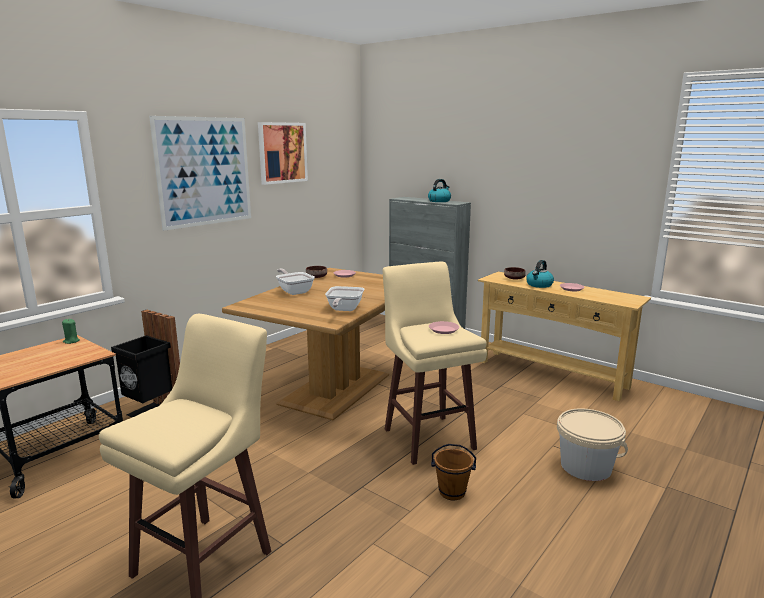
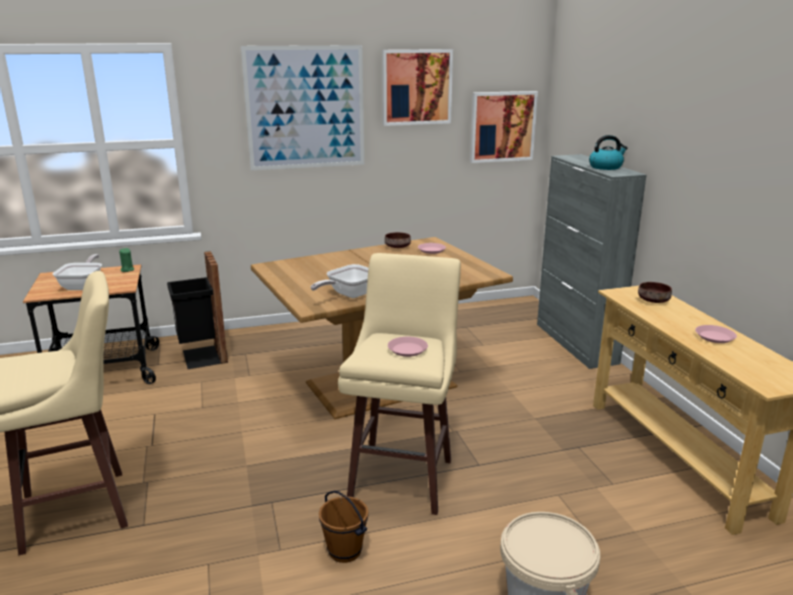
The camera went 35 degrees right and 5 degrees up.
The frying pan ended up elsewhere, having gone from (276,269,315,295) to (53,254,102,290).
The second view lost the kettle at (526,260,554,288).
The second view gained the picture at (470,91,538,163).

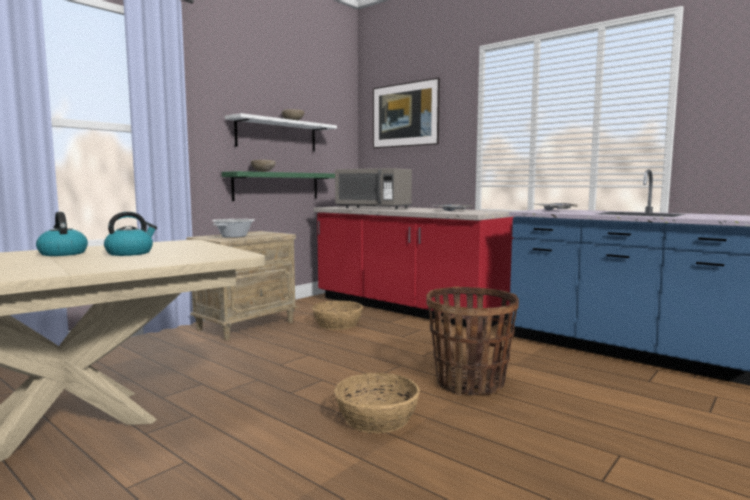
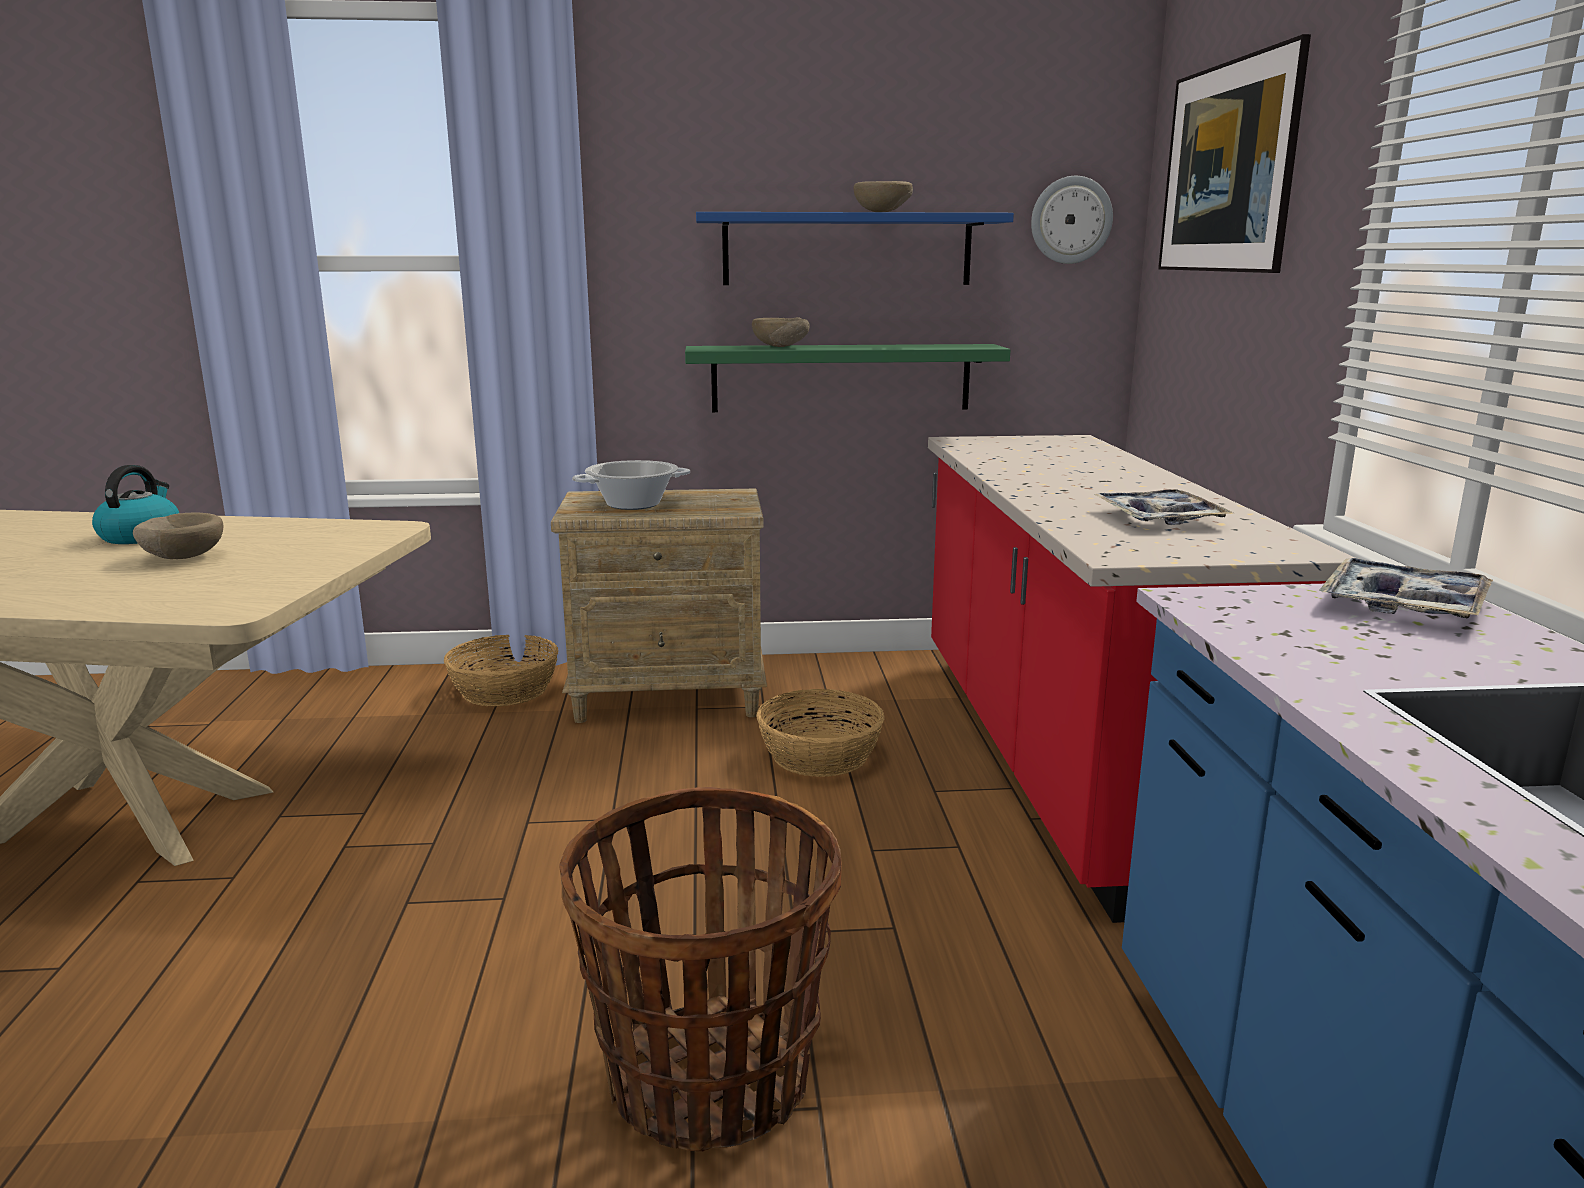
The camera went 45 degrees right and 10 degrees up.
Where the kettle stood at (104,212,157,256), the beige bowl came to stand at (133,512,223,559).
What was the white shelf at (225,113,337,152) turned into the blue shelf at (696,212,1014,285).
The basket ended up elsewhere, having gone from (334,373,420,433) to (444,635,559,706).
The second view lost the grey microwave at (335,168,412,210).
The second view gained the wall clock at (1031,176,1113,264).

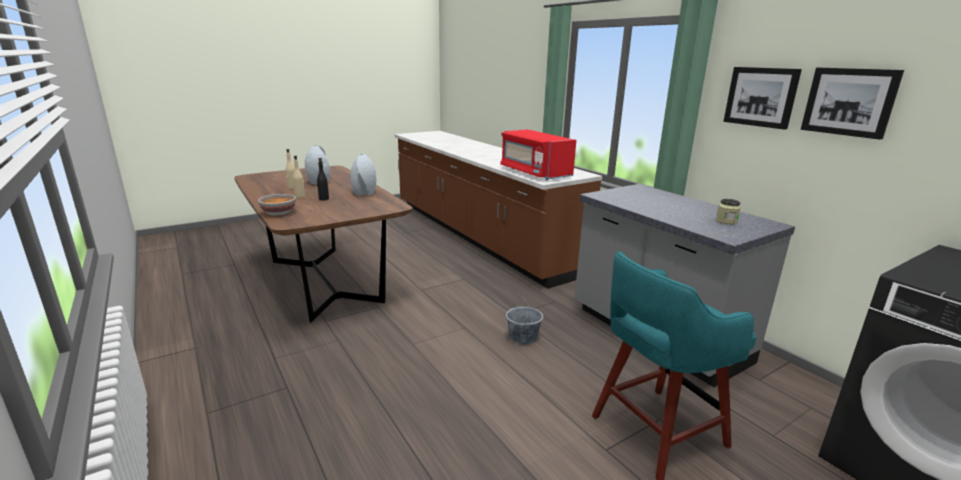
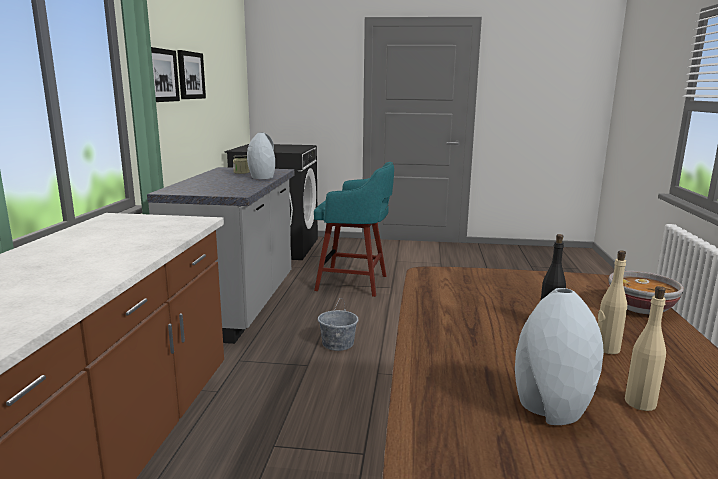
The camera went 140 degrees left and 5 degrees down.
The grey vase ended up elsewhere, having gone from (350,154,377,195) to (247,132,275,179).
The second view lost the red microwave at (500,129,576,180).

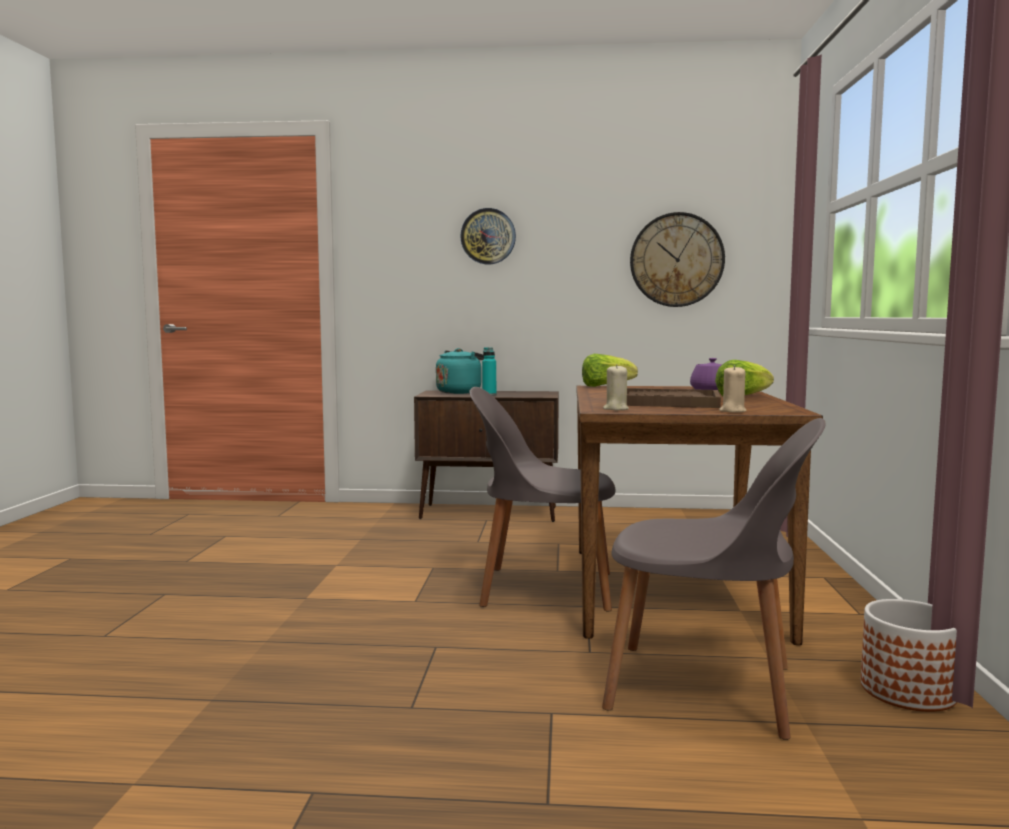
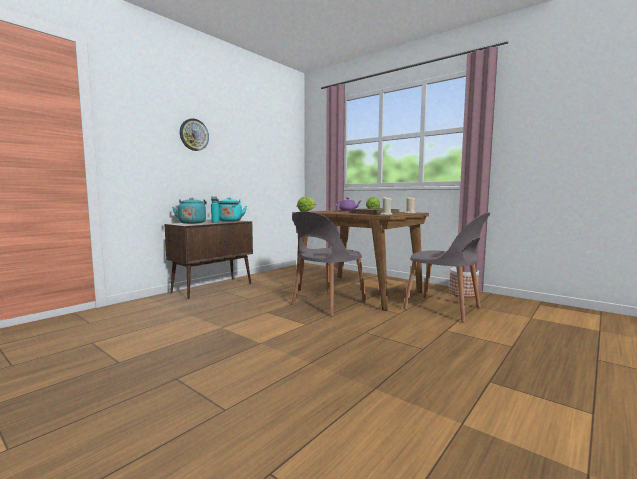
The camera went 55 degrees left and 0 degrees up.
The grey chair at (602,418,826,740) ended up facing another way, 75 degrees clockwise from before.
The second view lost the wall clock at (630,212,725,307).
The second view gained the turquoise kettle at (218,198,247,222).

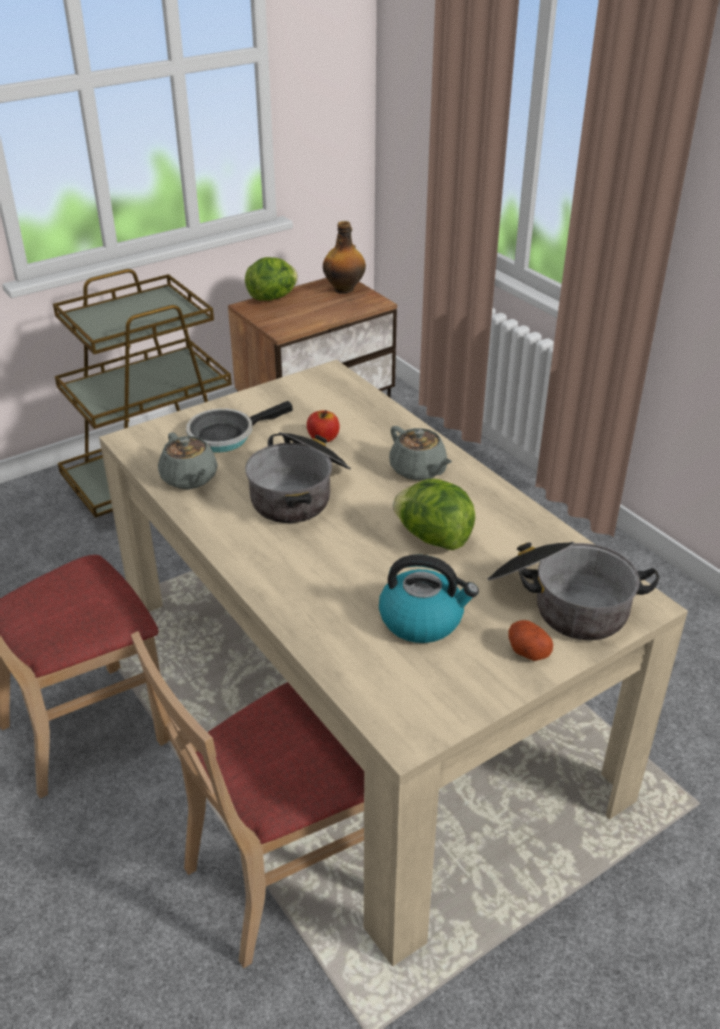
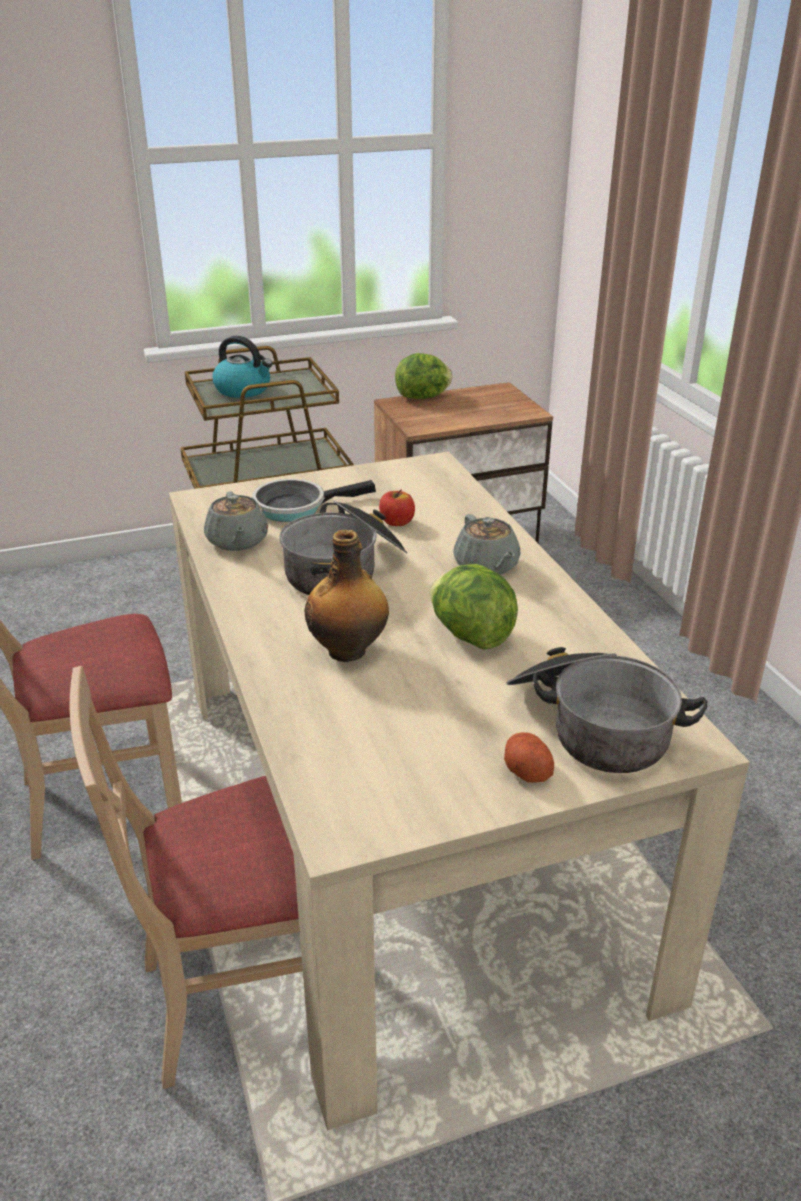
The camera went 15 degrees right and 5 degrees down.
The bottle ended up elsewhere, having gone from (323,221,366,294) to (304,529,389,662).
The kettle ended up elsewhere, having gone from (379,554,479,643) to (212,336,273,398).

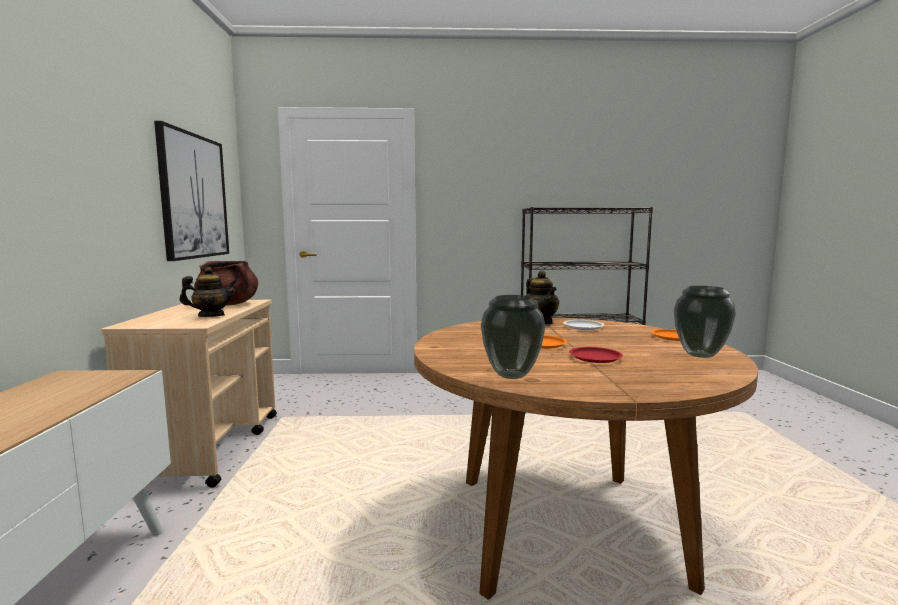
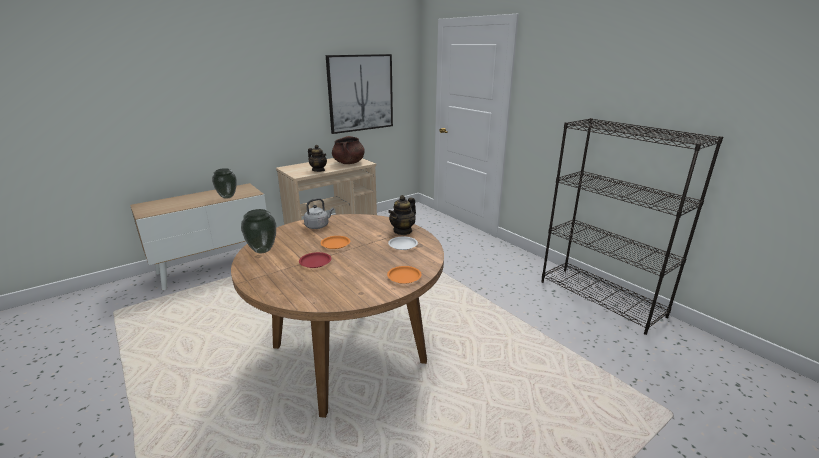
The camera went 55 degrees right and 15 degrees up.
The vase ended up elsewhere, having gone from (674,286,736,358) to (212,168,237,199).
The second view gained the grey kettle at (304,198,334,229).

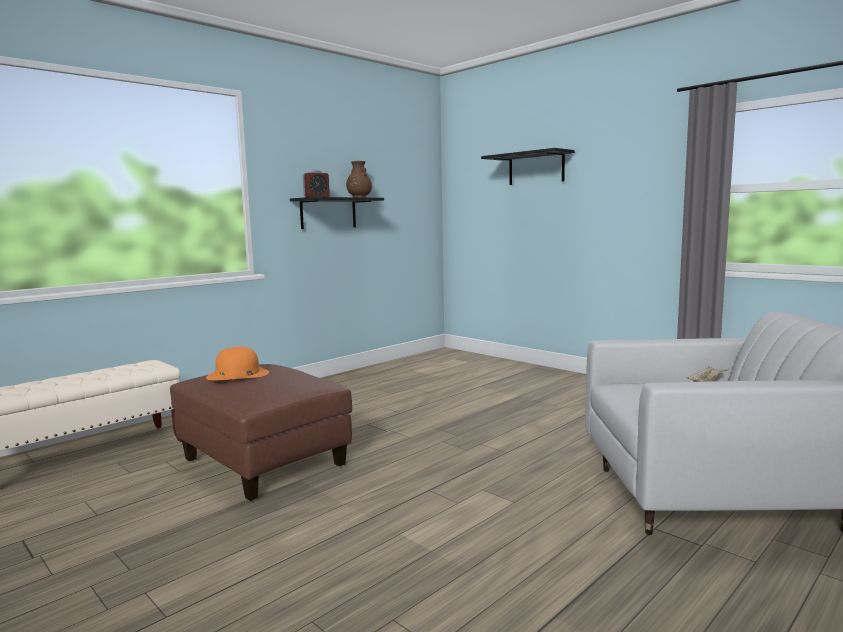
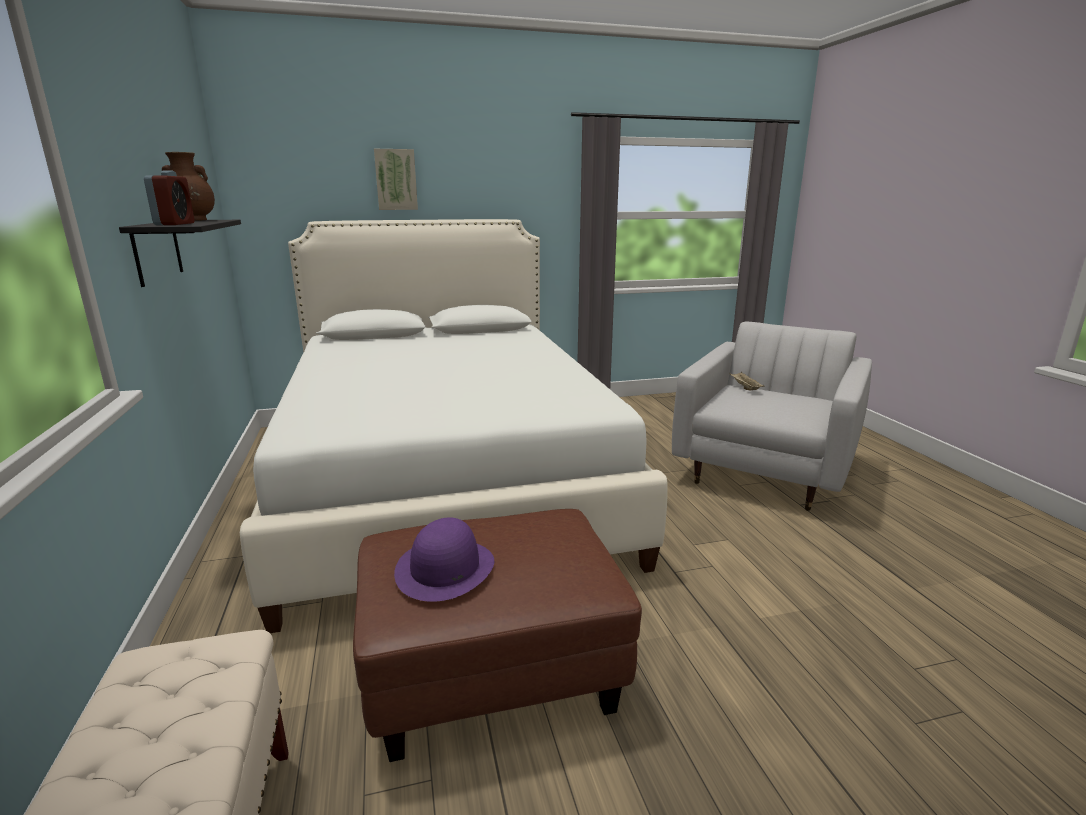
The camera went 60 degrees left and 10 degrees up.
What was the orange hat at (206,347,269,380) turned into the purple hat at (394,517,494,602).
Where the black shelf hung at (481,148,575,185), the picture came to hang at (374,149,418,210).
The second view gained the white bed at (240,219,668,633).

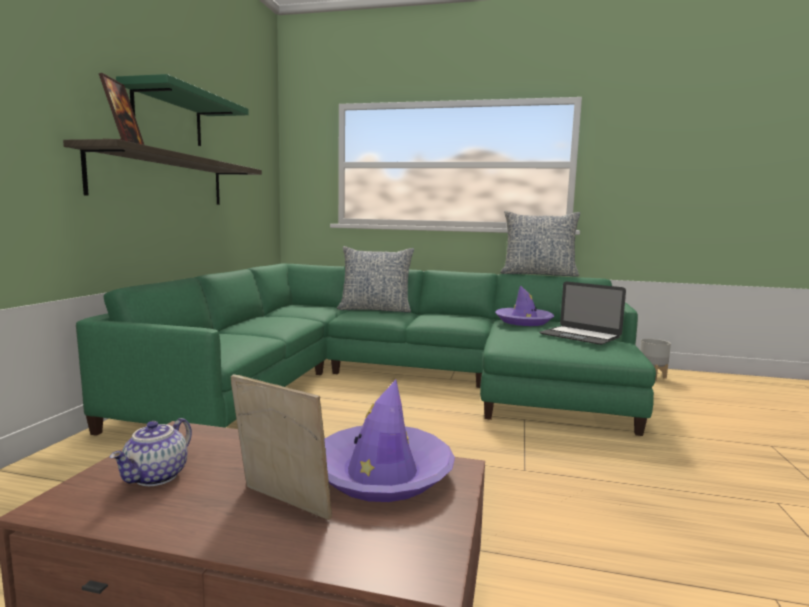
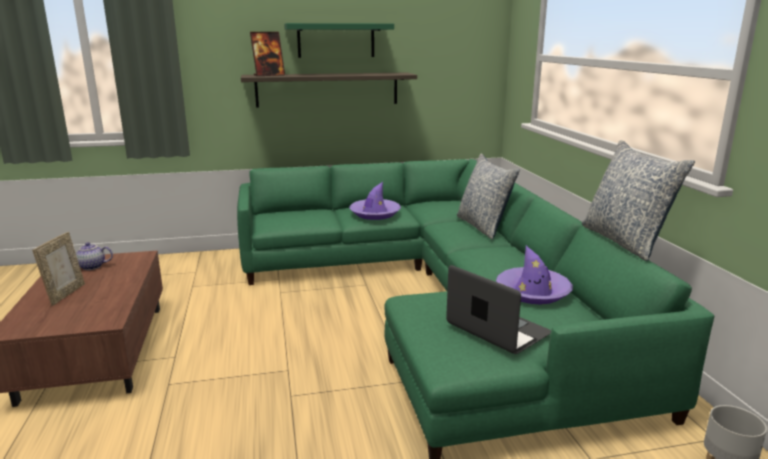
The camera went 65 degrees right and 10 degrees up.
The purple hat ended up elsewhere, having gone from (324,380,455,502) to (349,182,401,220).
The laptop at (539,282,626,345) ended up facing another way, 120 degrees clockwise from before.

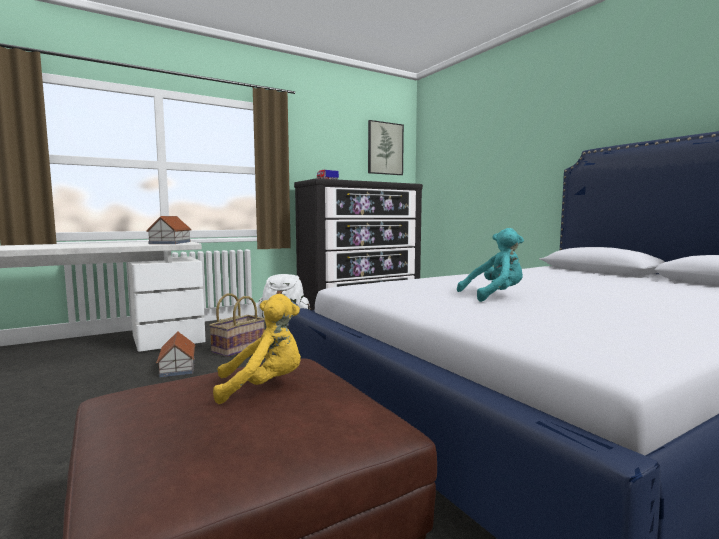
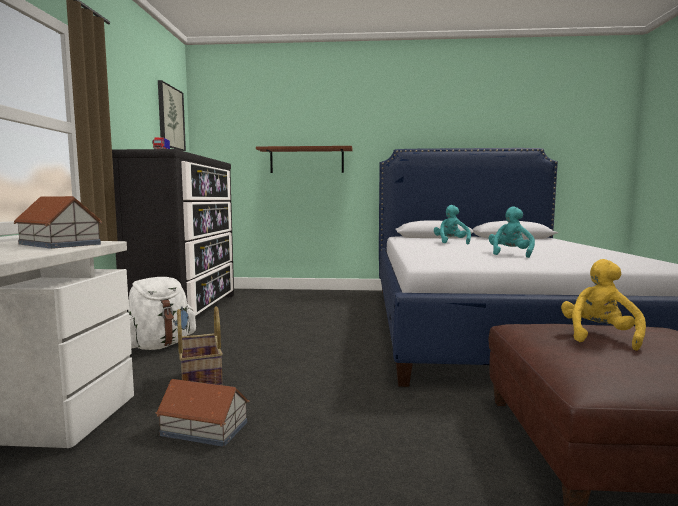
The camera went 55 degrees left and 0 degrees up.
The second view gained the brown shelf at (256,146,353,173).
The second view gained the turquoise plush toy at (434,205,471,244).

